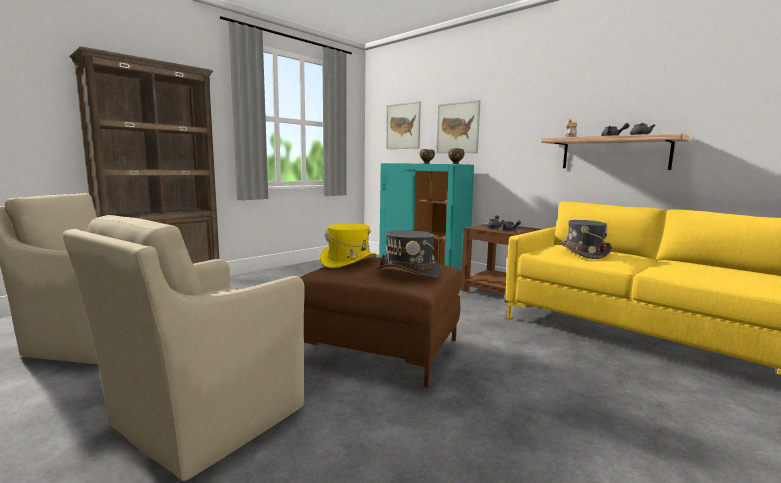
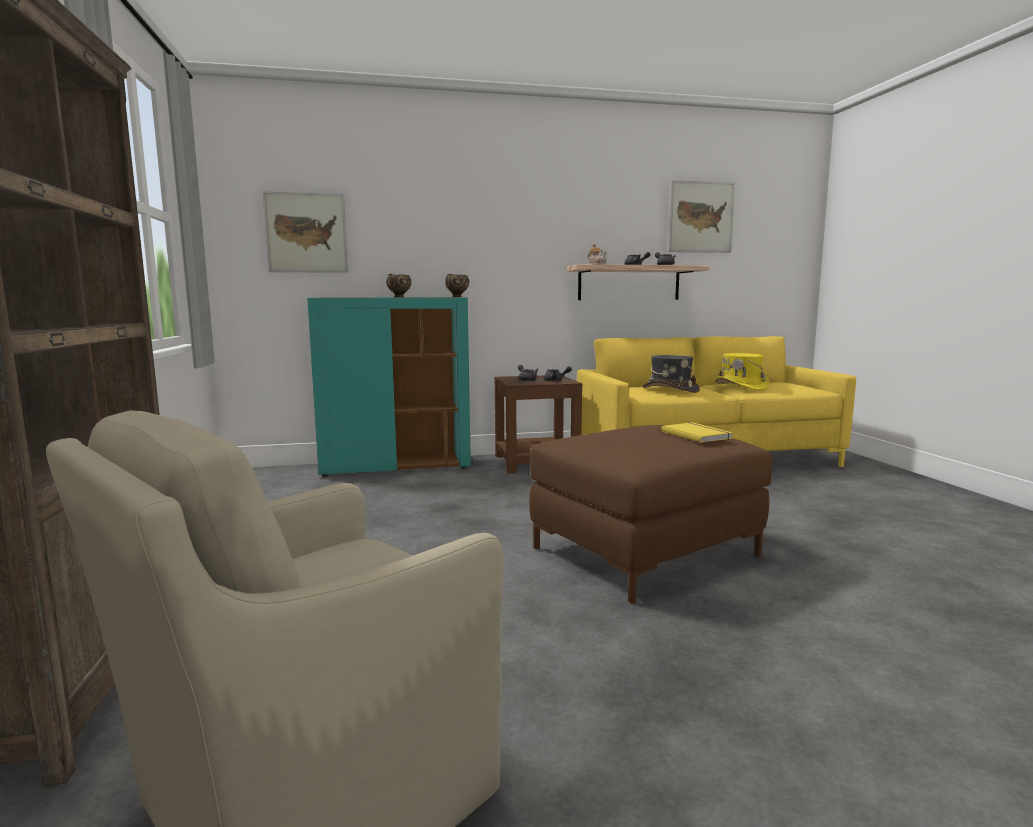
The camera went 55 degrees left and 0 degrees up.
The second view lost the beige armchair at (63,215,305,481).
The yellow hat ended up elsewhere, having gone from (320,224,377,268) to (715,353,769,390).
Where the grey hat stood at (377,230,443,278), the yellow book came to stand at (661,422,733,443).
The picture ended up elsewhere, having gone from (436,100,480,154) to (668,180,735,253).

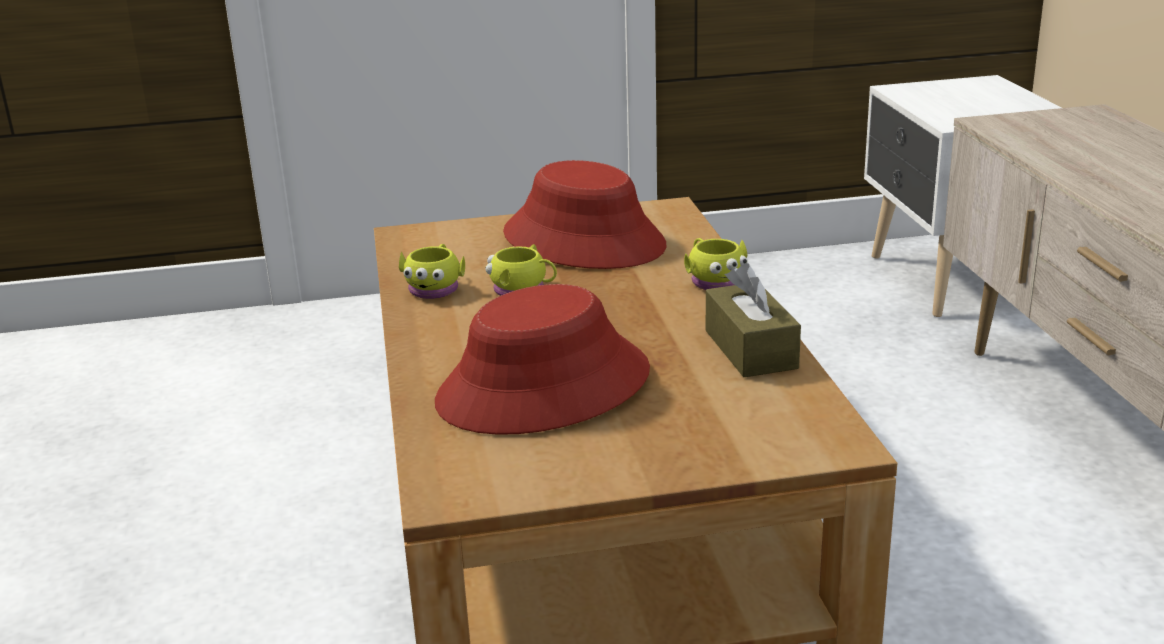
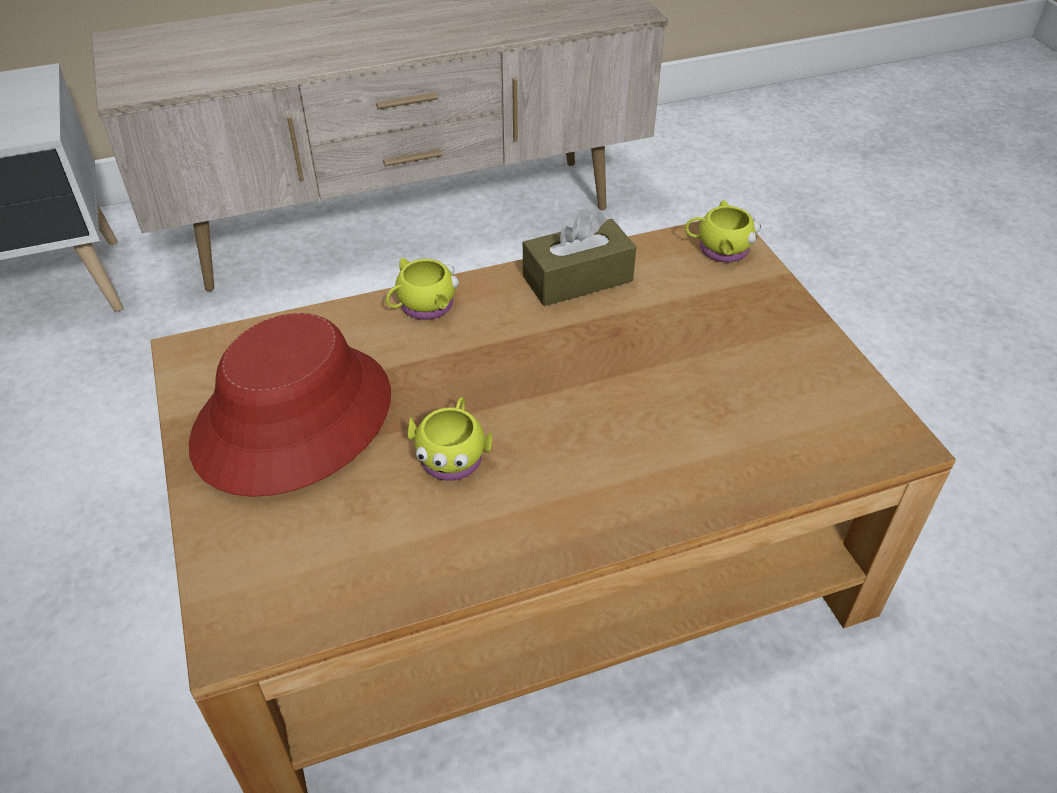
The camera went 100 degrees left and 20 degrees up.
The yellow mug ended up elsewhere, having gone from (399,244,465,299) to (685,200,761,262).
The second view lost the red hat at (435,284,650,435).

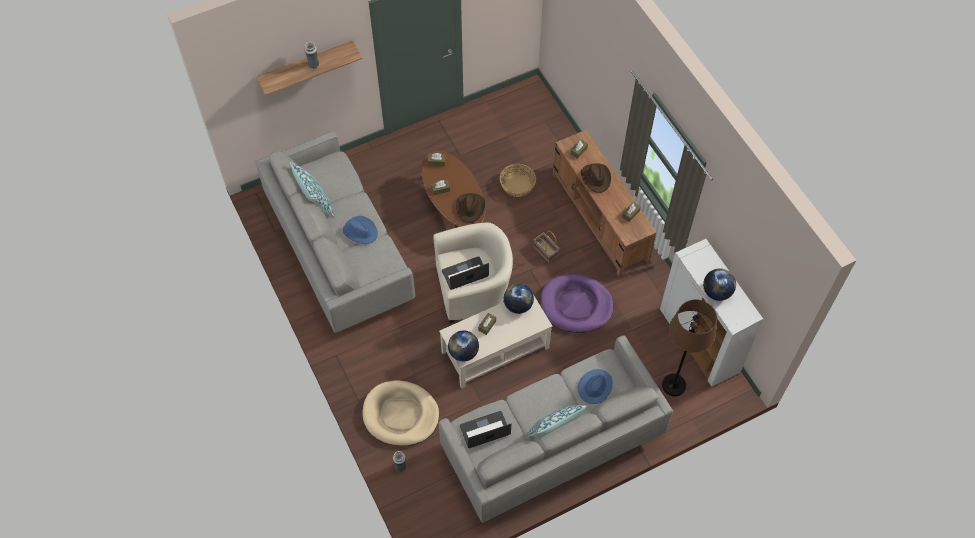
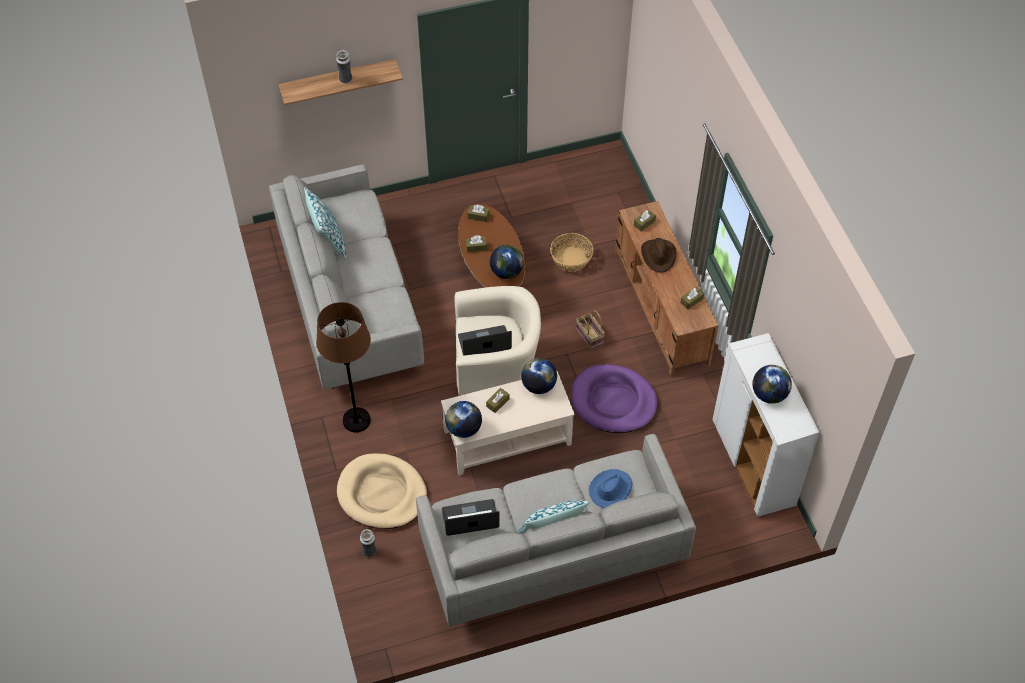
The camera went 10 degrees right and 5 degrees down.
The second view lost the blue hat at (343,216,378,244).
Where the brown hat stood at (456,193,485,223), the globe came to stand at (490,245,524,279).
The brown floor lamp ended up elsewhere, having gone from (662,299,717,396) to (316,302,371,432).

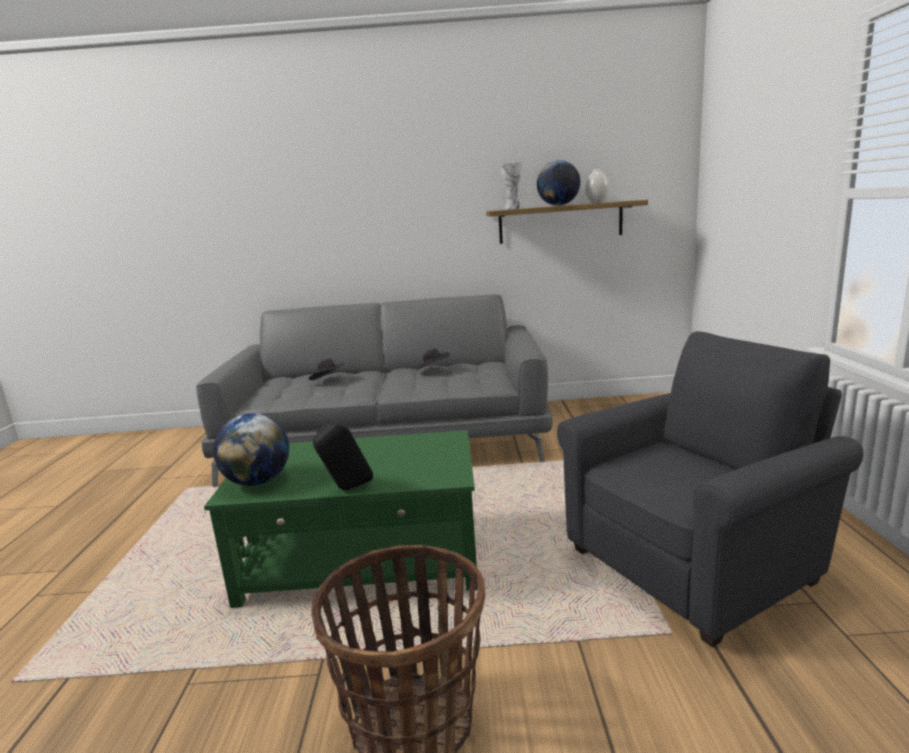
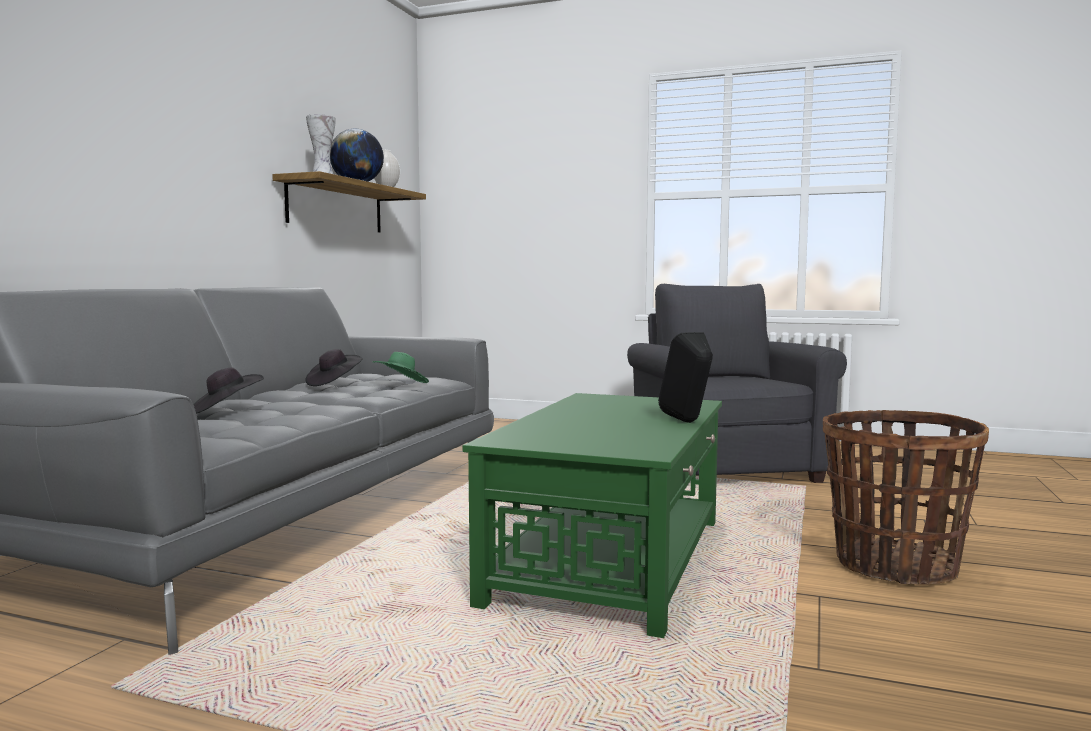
The camera went 70 degrees left and 10 degrees down.
The second view lost the globe at (213,413,289,486).
The second view gained the green hat at (372,352,429,383).

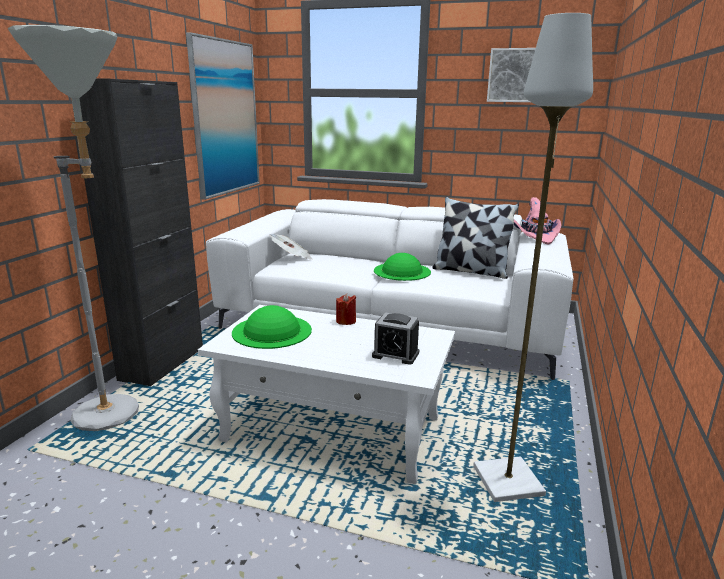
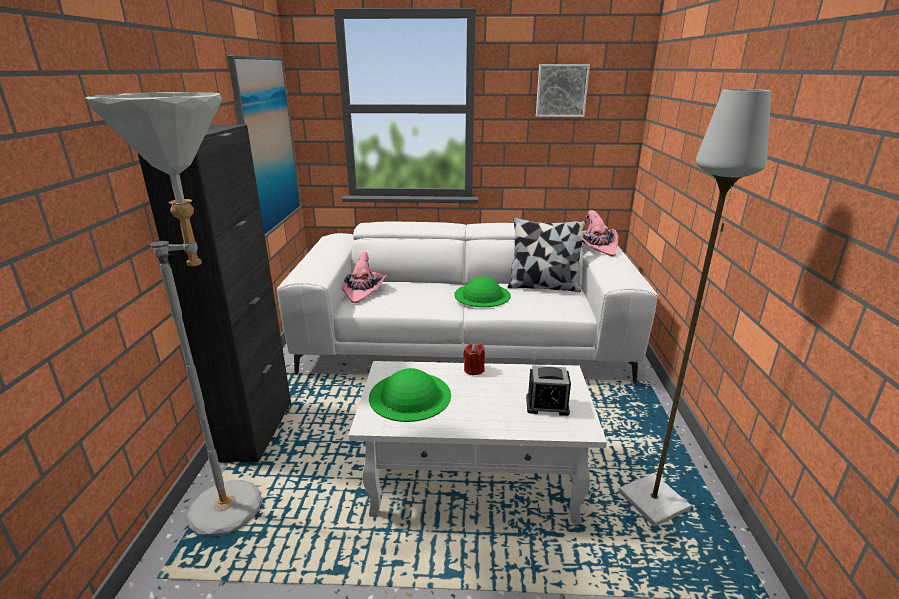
The camera went 15 degrees left and 5 degrees up.
Where the newspaper stood at (270,234,313,260), the pink hat came to stand at (342,252,387,303).

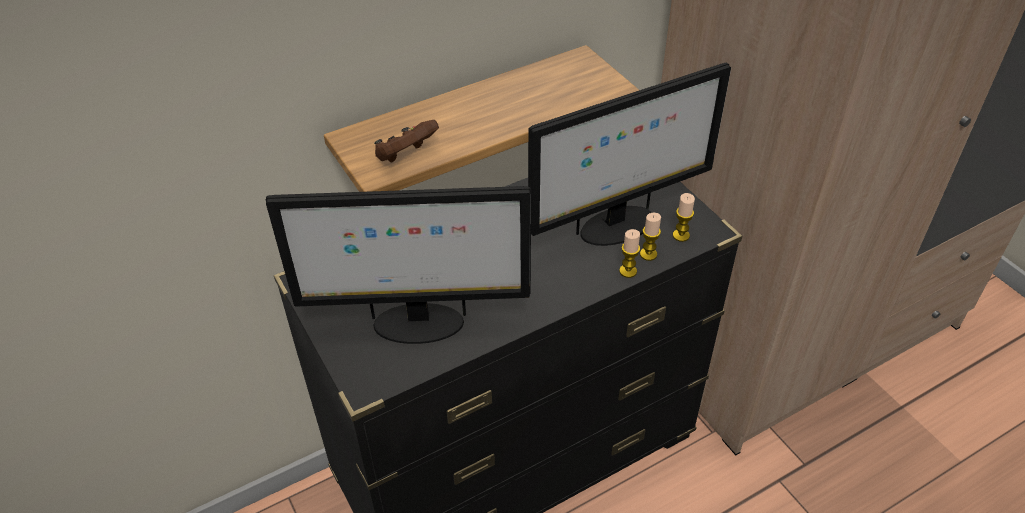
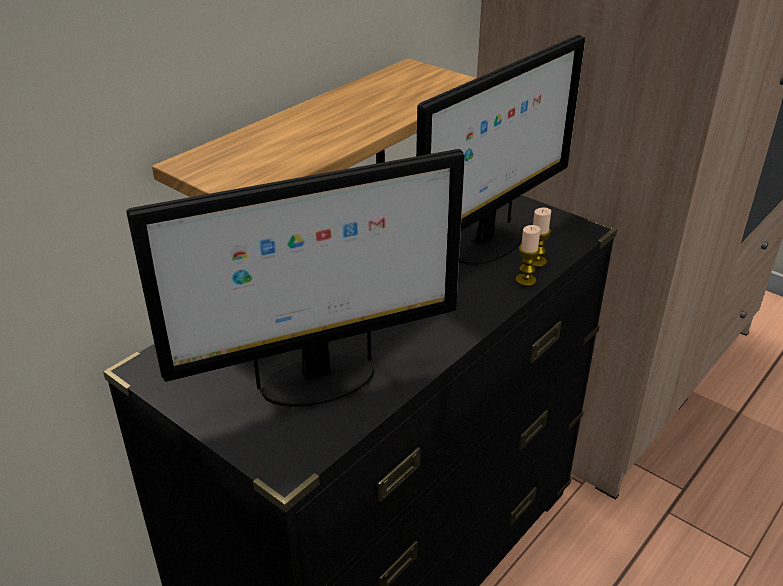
The camera went 20 degrees left and 10 degrees down.
The second view lost the brown game controller at (374,120,439,163).
The second view lost the candle at (673,193,695,242).

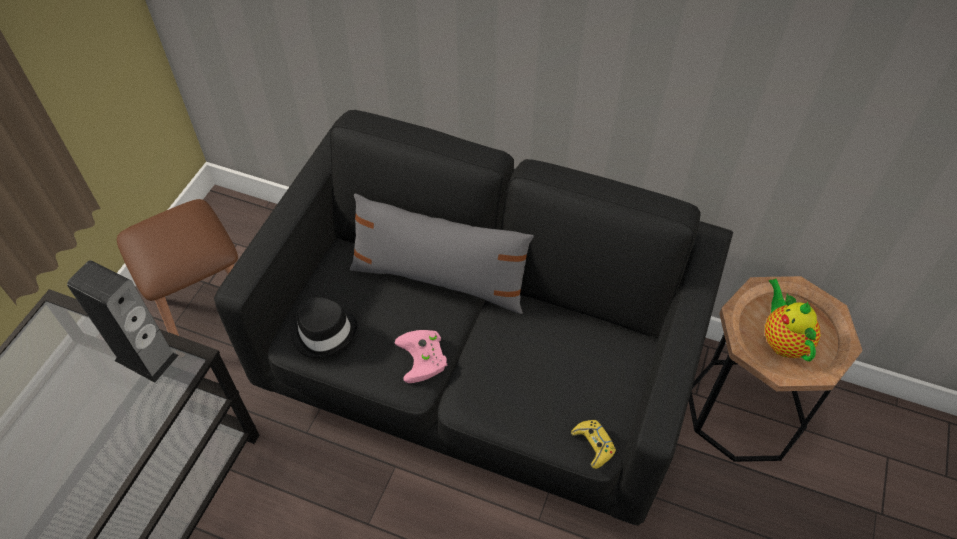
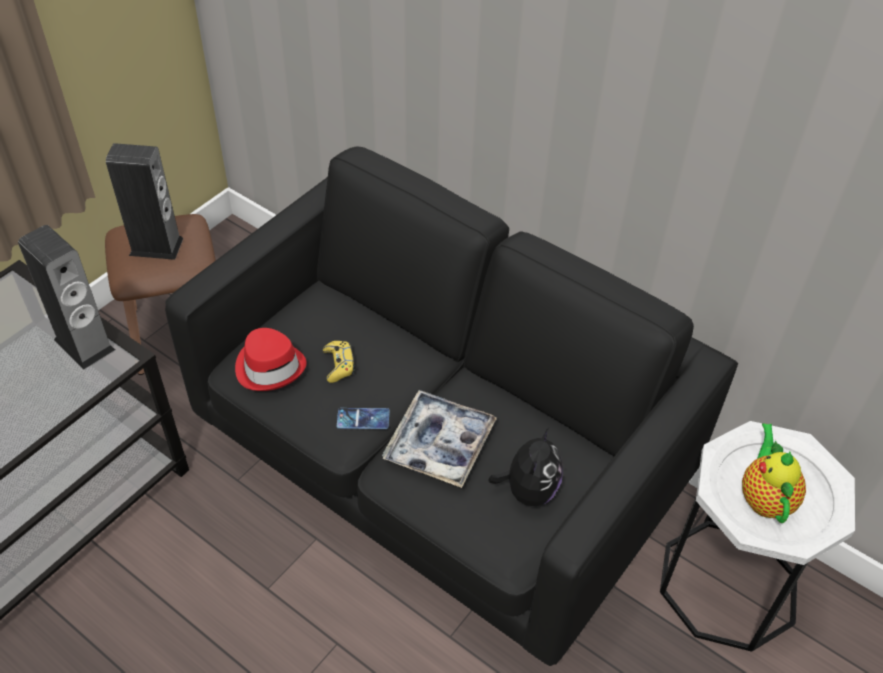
The camera went 15 degrees right and 5 degrees down.
What was the black hat at (290,297,357,358) turned into the red hat at (235,328,307,391).
The second view lost the grey pillow at (350,193,534,314).
Where the pink game controller stood at (395,330,448,383), the phone came to stand at (337,408,390,429).
The yellow game controller ended up elsewhere, having gone from (571,420,616,469) to (323,341,355,383).
What was the brown side table at (689,276,863,462) turned into the white side table at (660,421,855,652).
The second view gained the speaker at (106,143,183,260).
The second view gained the tray at (382,390,497,488).
The second view gained the plush toy at (488,428,563,506).

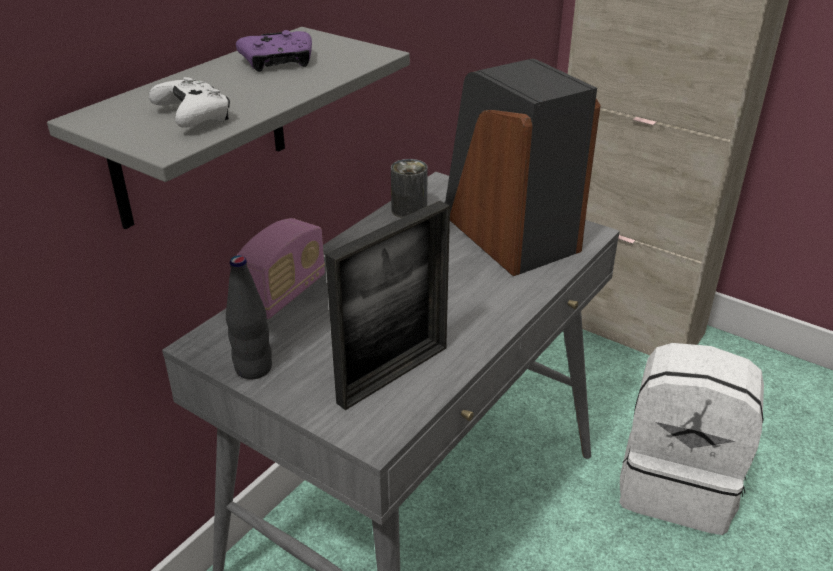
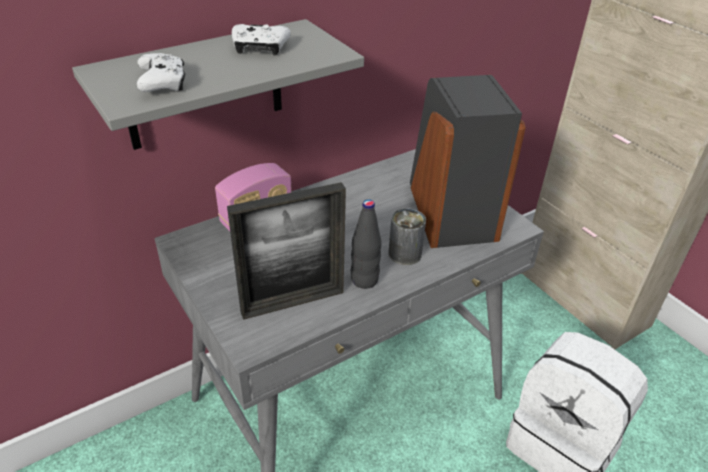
The camera went 20 degrees right and 5 degrees up.
The black bottle ended up elsewhere, having gone from (226,255,272,379) to (351,199,382,289).
What was the purple game controller at (236,30,312,72) turned into the white game controller at (232,24,291,55).
The can ended up elsewhere, having gone from (391,159,428,218) to (388,208,426,265).

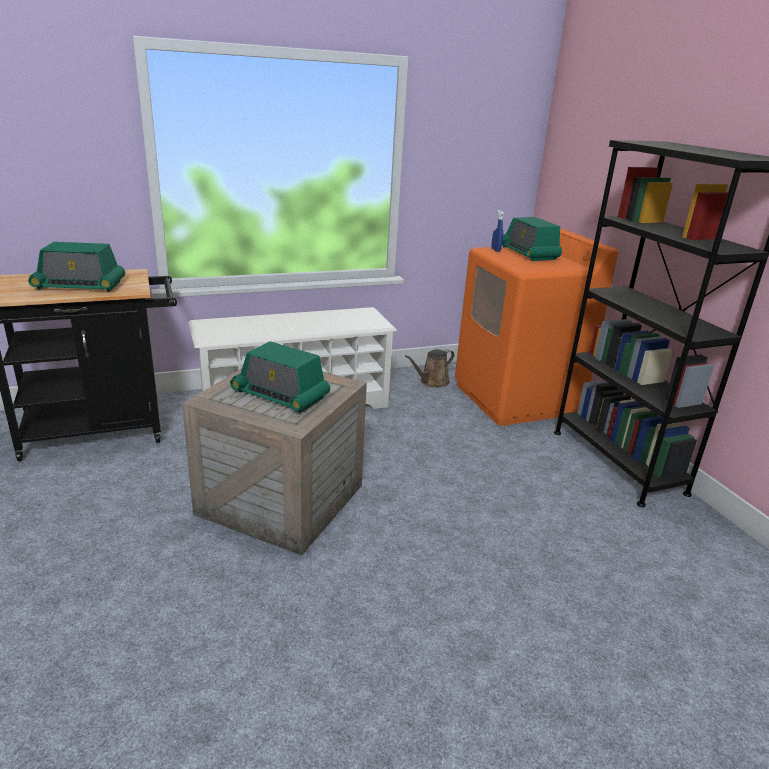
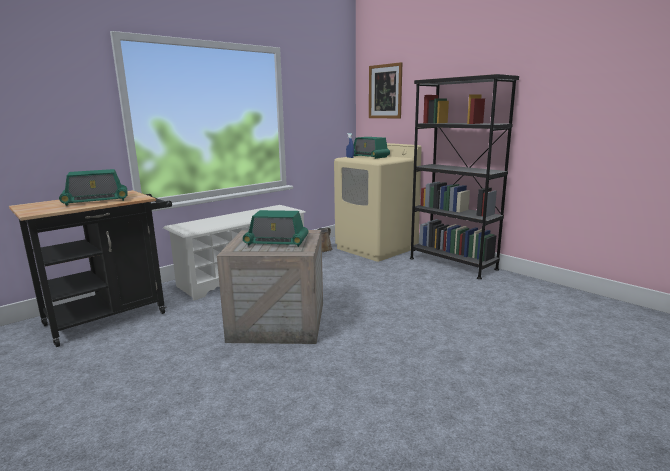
The camera went 20 degrees left and 10 degrees down.
What was the orange washing machine at (455,228,618,426) turned into the beige washing machine at (334,143,422,262).
The second view gained the picture at (369,62,402,118).

